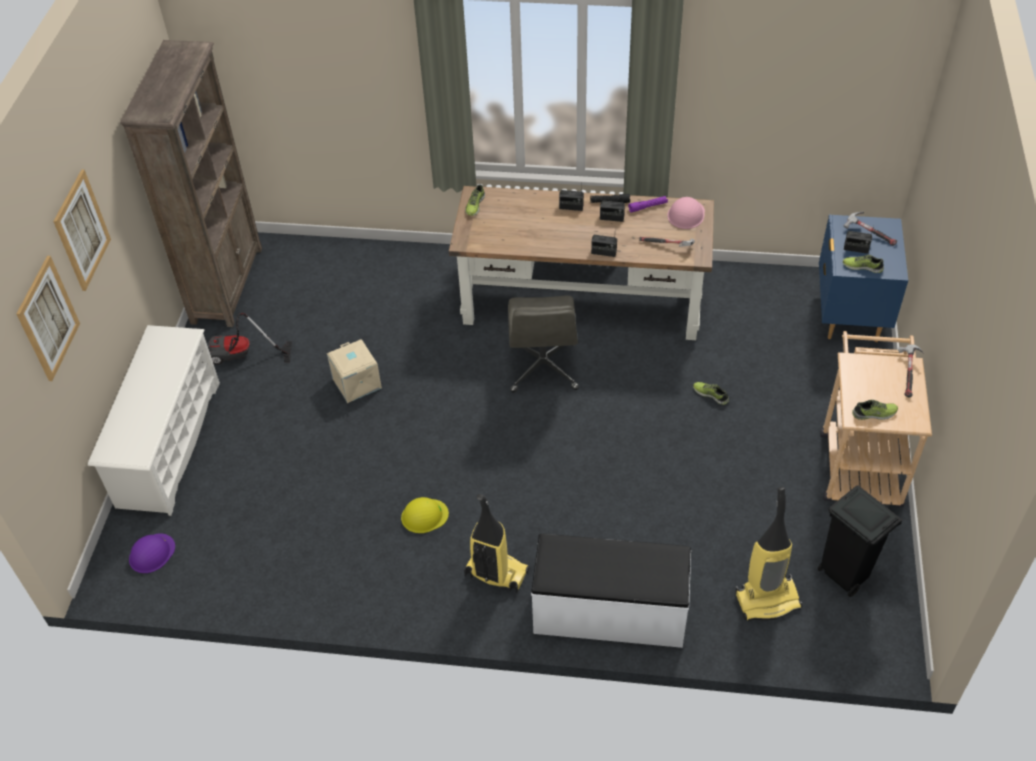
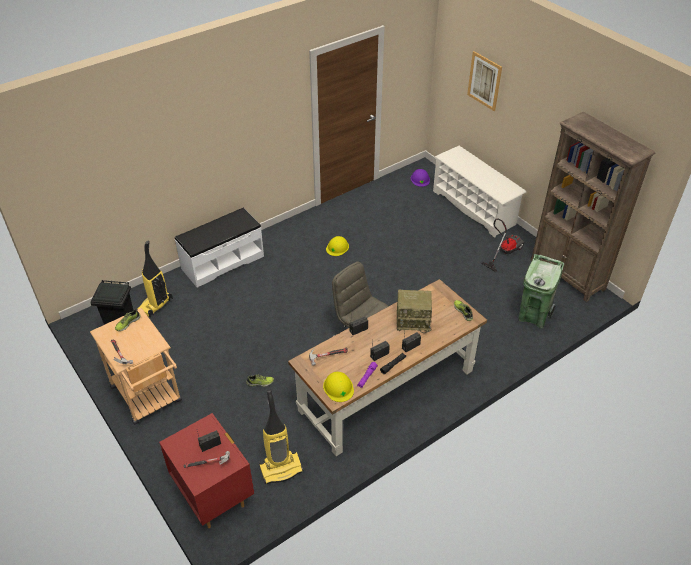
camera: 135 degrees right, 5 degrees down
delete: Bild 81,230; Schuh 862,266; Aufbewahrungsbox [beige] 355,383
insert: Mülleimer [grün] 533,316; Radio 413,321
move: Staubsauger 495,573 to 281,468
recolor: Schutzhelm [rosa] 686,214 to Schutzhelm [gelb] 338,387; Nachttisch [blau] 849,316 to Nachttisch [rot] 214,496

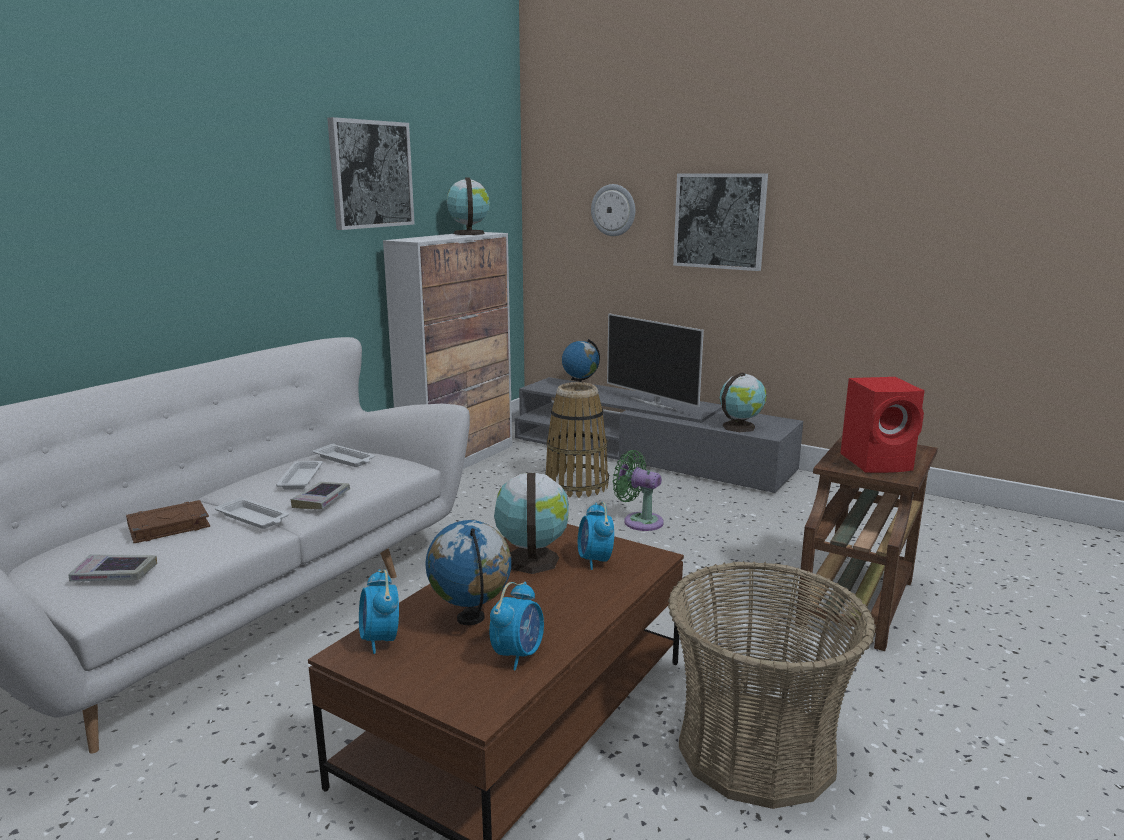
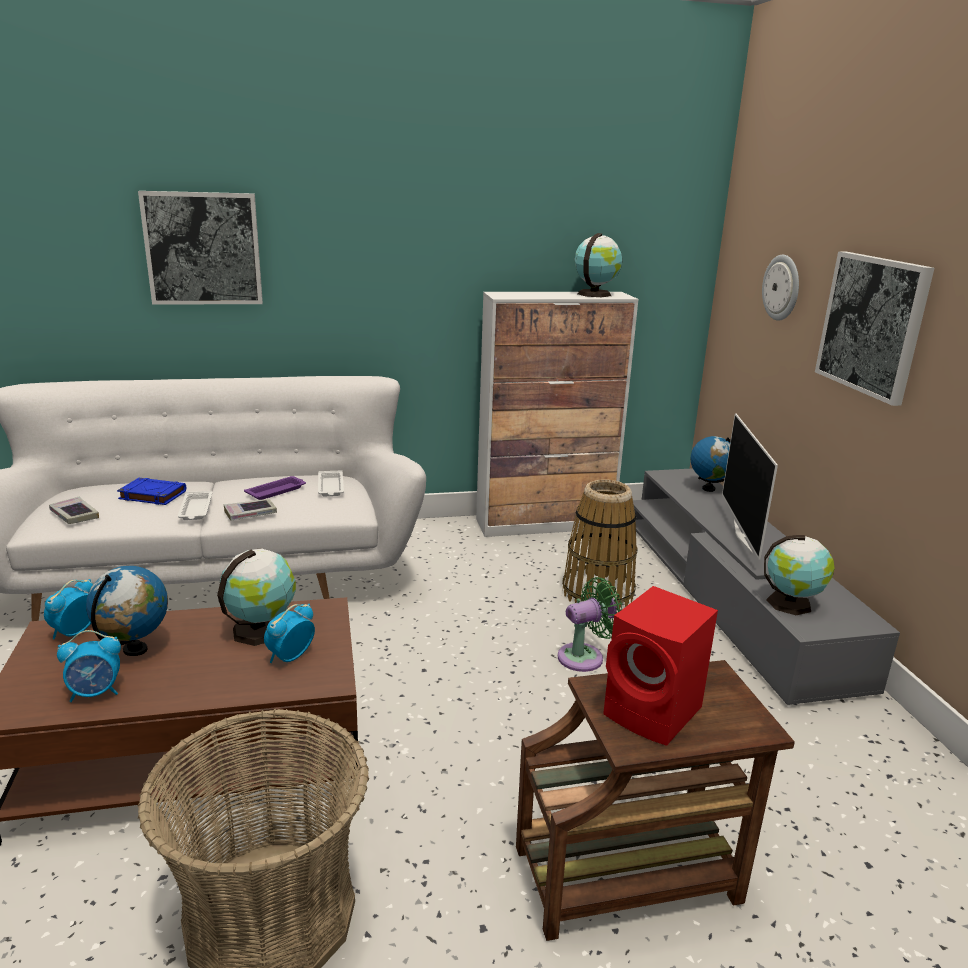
camera: 45 degrees right, 5 degrees up
move: Bild 371,174 to 203,248
recolor: Tablett [weiß] 301,478 to Tablett [lila] 277,491; Buch [braun] 168,527 to Buch [blau] 152,495
rotate: Ventilator [grün] 639,521 = 585,656 75 degrees clockwise

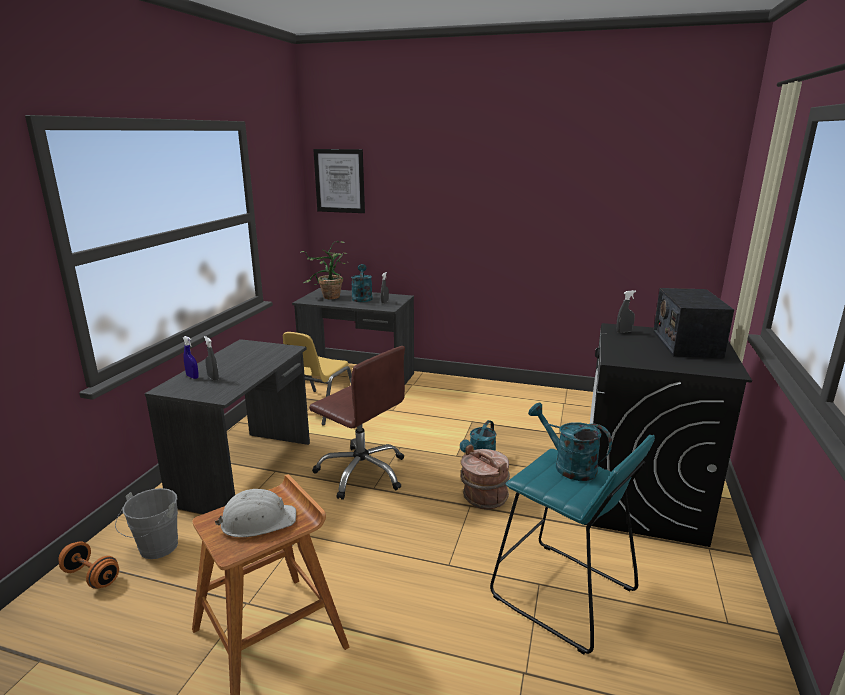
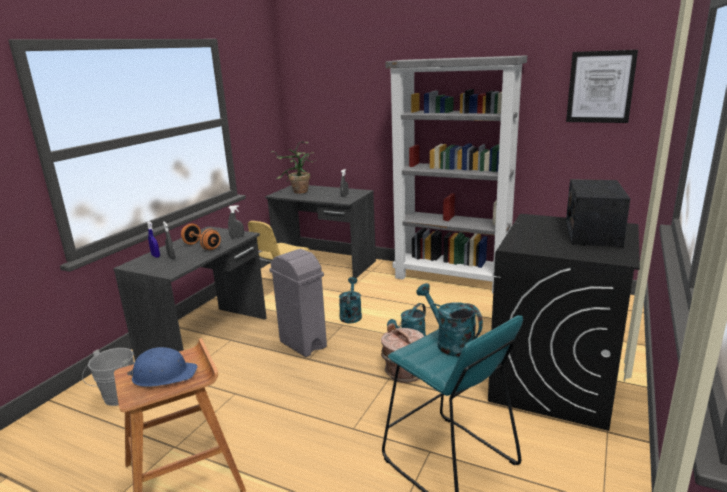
camera: 10 degrees right, 0 degrees up
insert: Bücherregal [grau] 452,278
move: Bild 339,181 to 600,87; Gießkanne [türkis] 362,297 to 351,315; Sprühflasche [grau] 624,332 to 237,237; Hantel [orange] 91,576 to 202,246
replace: Bürostuhl [braun] 362,472 to Mülleimer [grau] 303,344
recolor: Schutzhelm [weiß] 258,521 to Schutzhelm [blau] 164,374

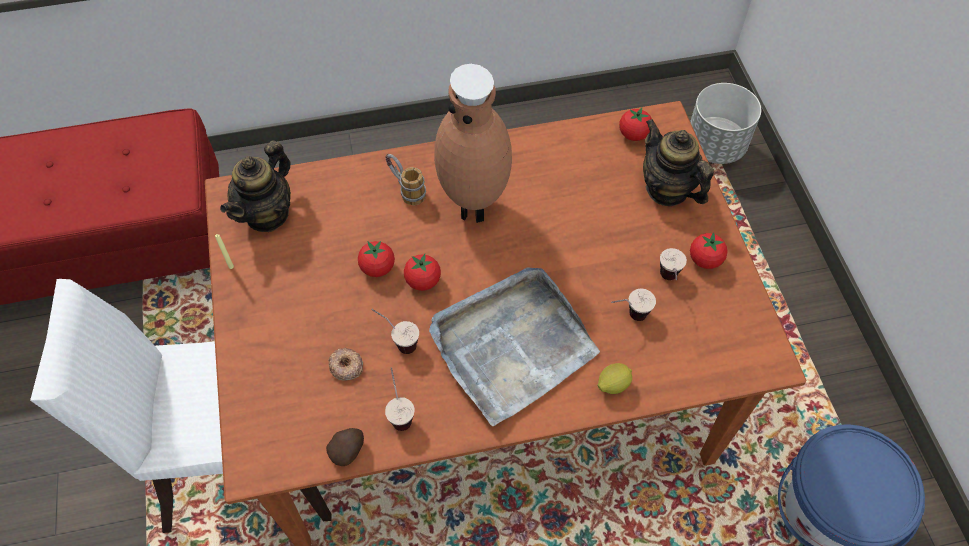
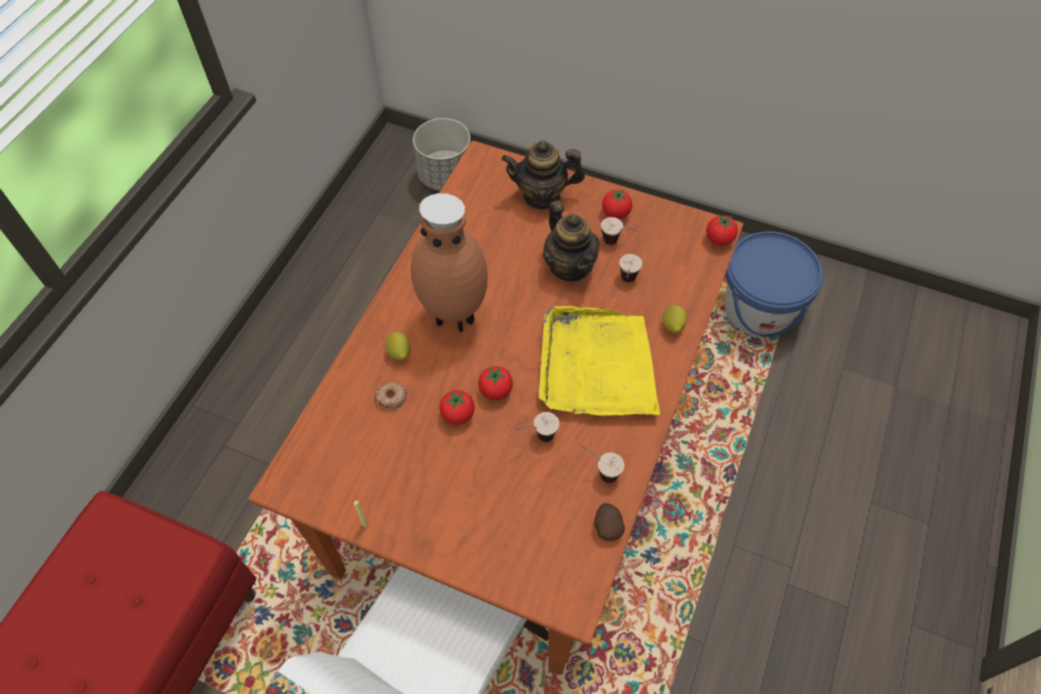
camera: 55 degrees left, 0 degrees up
move: Tomate 633,134 to 719,239; Teekanne 267,214 to 570,266; Donut 346,366 to 391,397
replace: Henkelbecher 405,190 to Zitrone 399,353
recolor: Tablett [grau] 512,345 to Tablett [gelb] 596,366

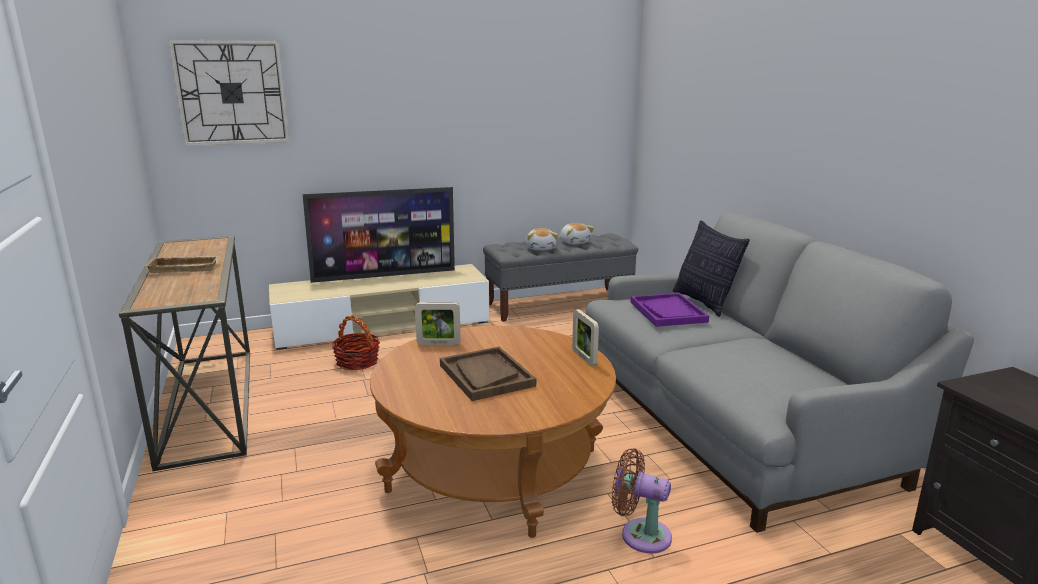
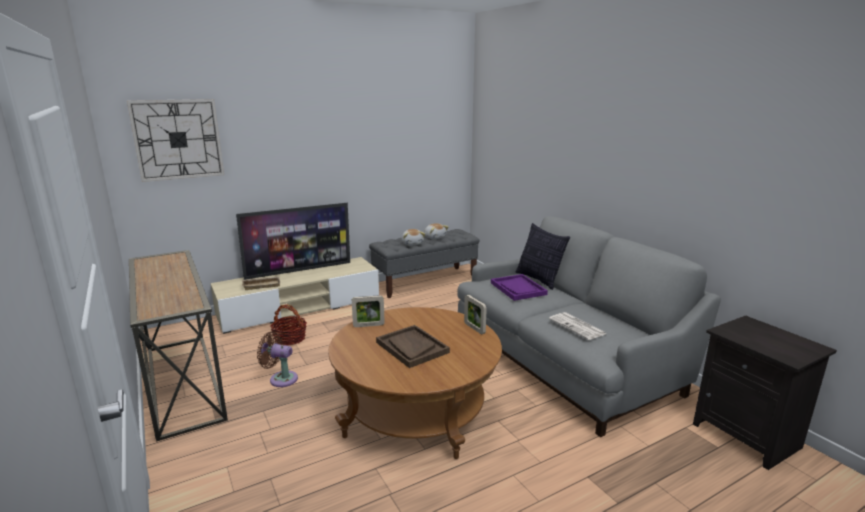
camera: 10 degrees left, 0 degrees up
insert: Zeitung 578,327
move: Tablett [beige] 185,268 to 262,285; Ventilator [braun] 640,534 to 281,379

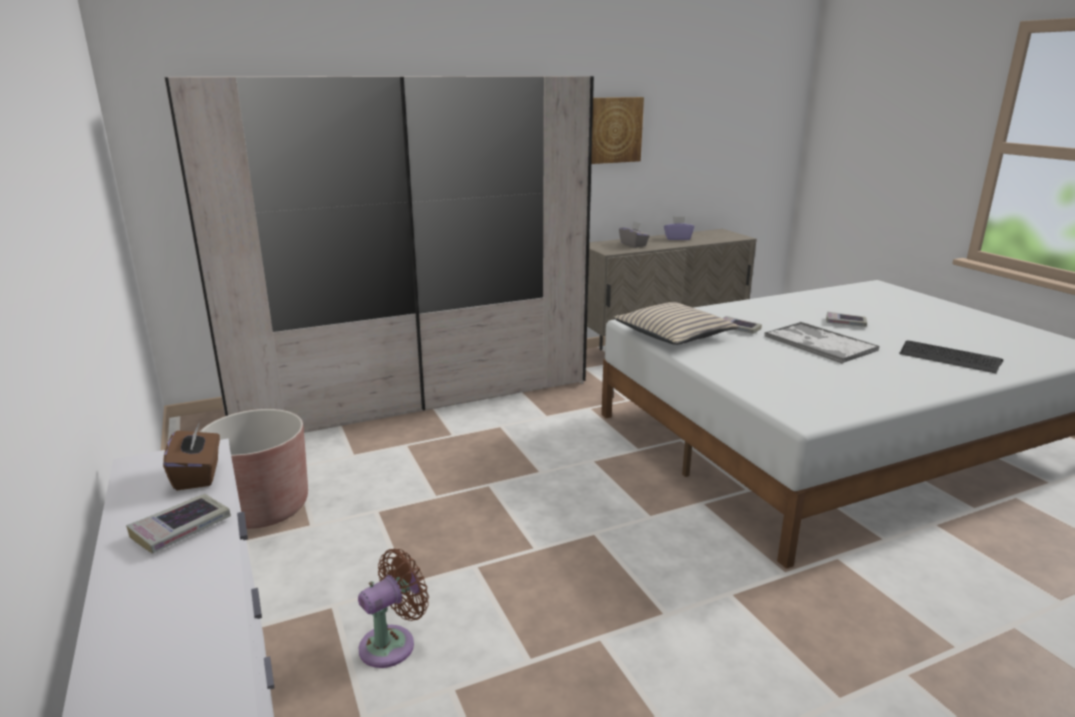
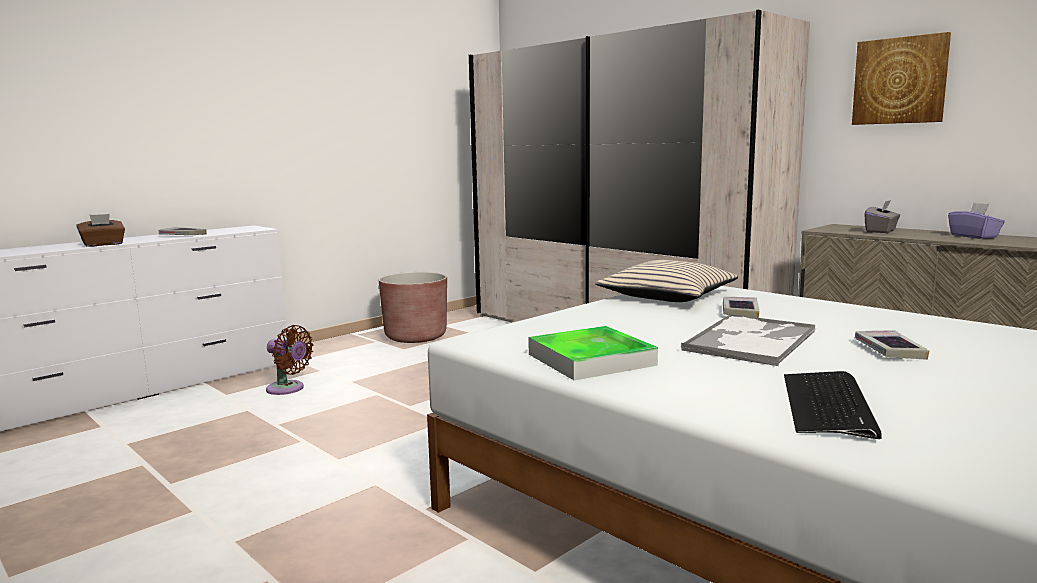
camera: 70 degrees right, 10 degrees down
insert: Tablett 591,359
move: Taschentuchbox [braun] 198,475 to 103,244

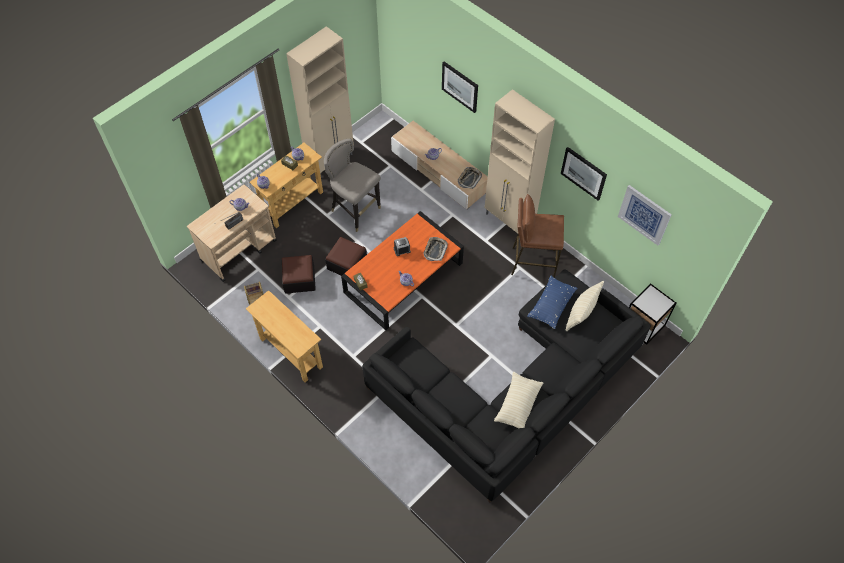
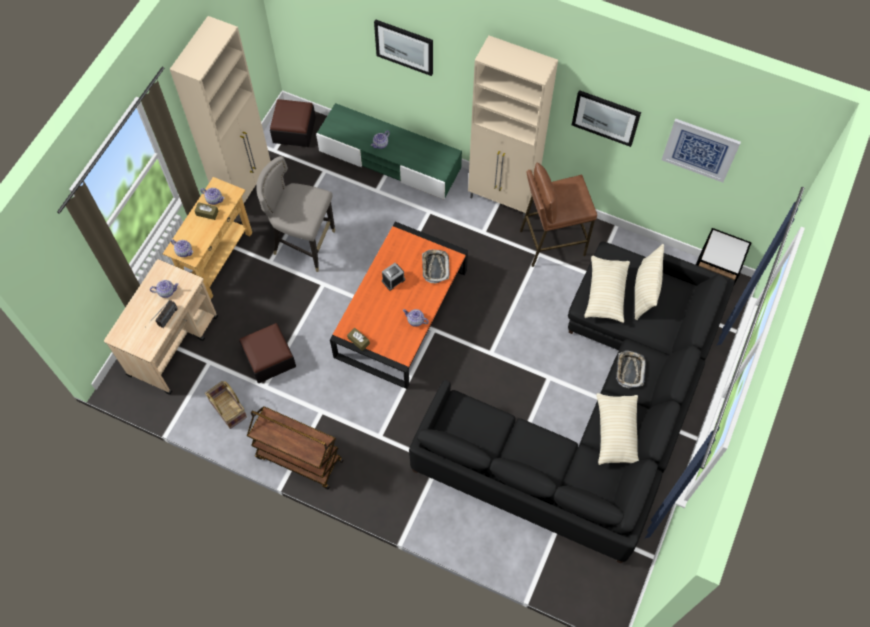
camera: 20 degrees left, 5 degrees up
move: Tablett 469,179 to 630,370; Polsterhocker 347,263 to 294,130
replace: Konsolentisch [beige] 291,353 to Rollwagen [braun] 298,459
recolor: Fernsehschrank [beige] 439,171 to Fernsehschrank [grün] 389,160; Kissen [blau] 551,306 to Kissen [beige] 605,293

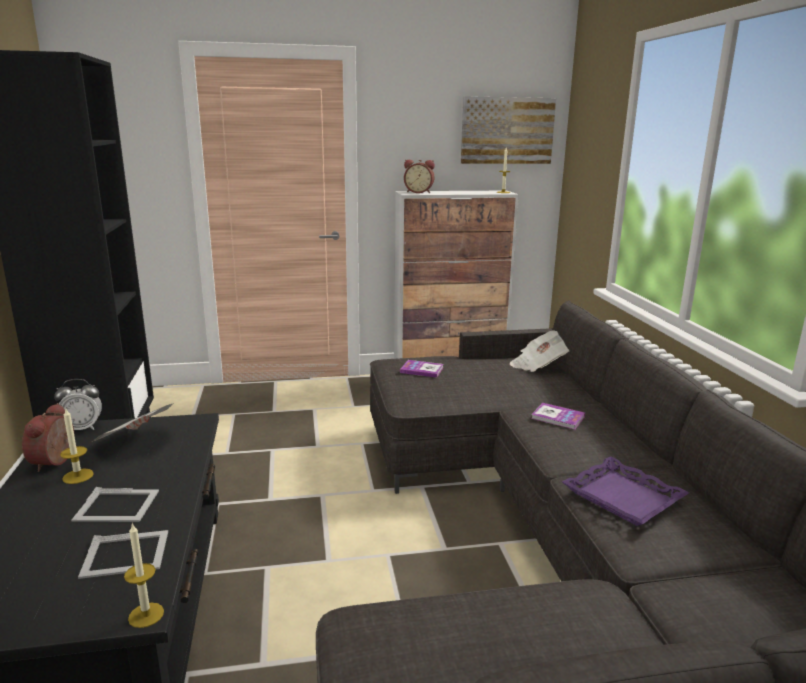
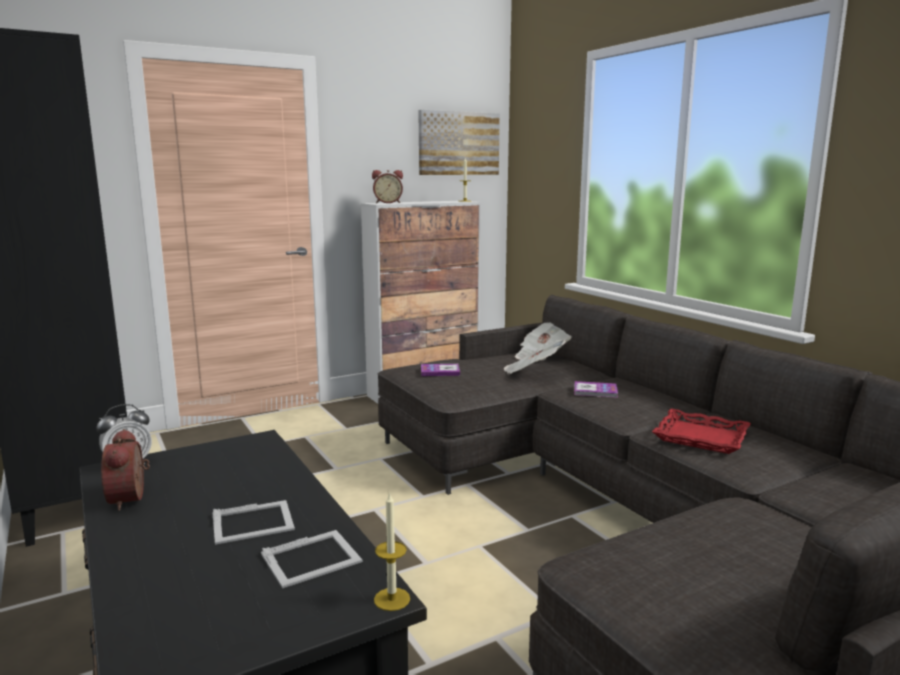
camera: 20 degrees left, 5 degrees down
delete: Kerze 78,476
move: Zeitung 135,442 to 532,373
recolor: Tablett [lila] 622,497 to Tablett [rot] 700,437

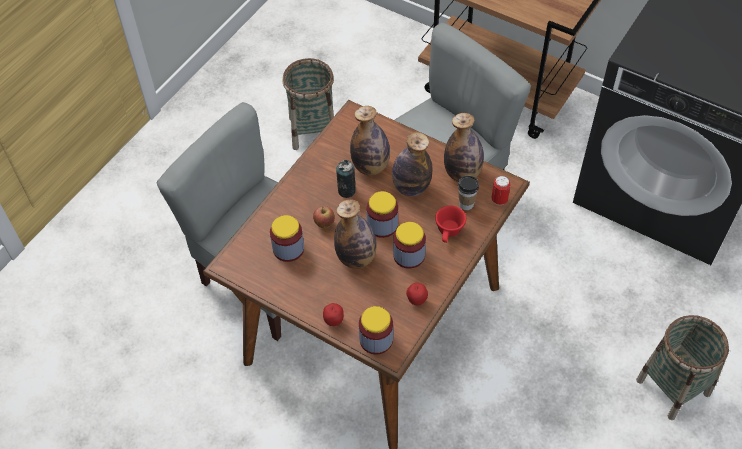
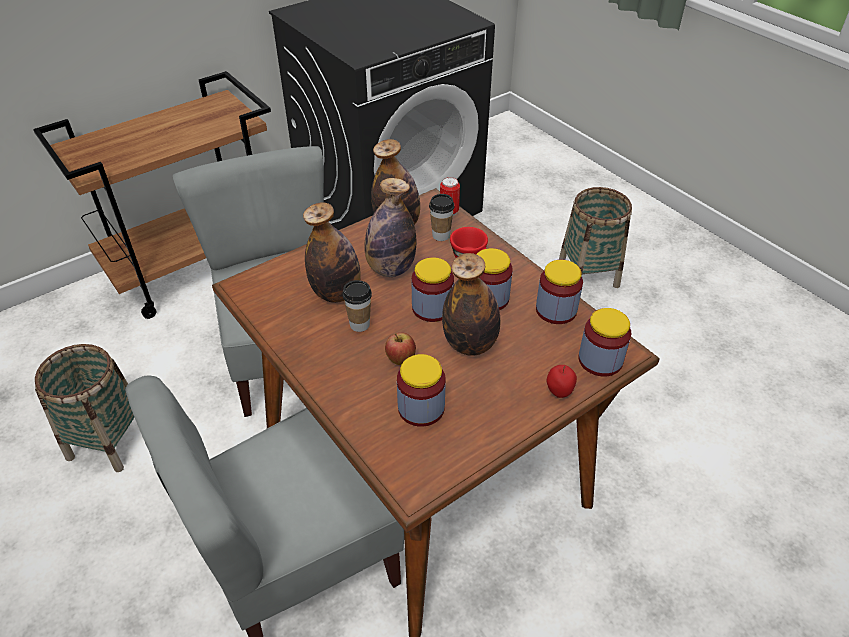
camera: 70 degrees left, 10 degrees down
replace: Dose 346,191 to Tasse 359,324; Apfel 416,300 to Vorratsglas 556,310

